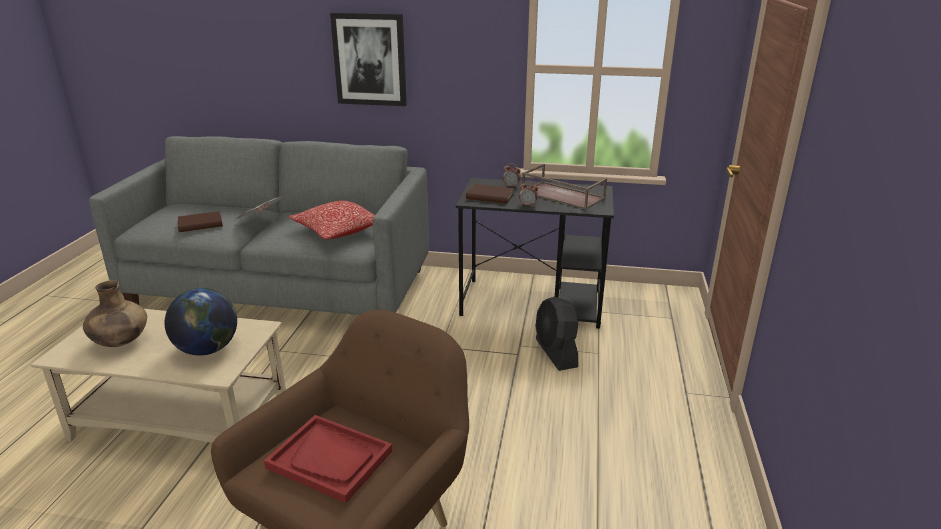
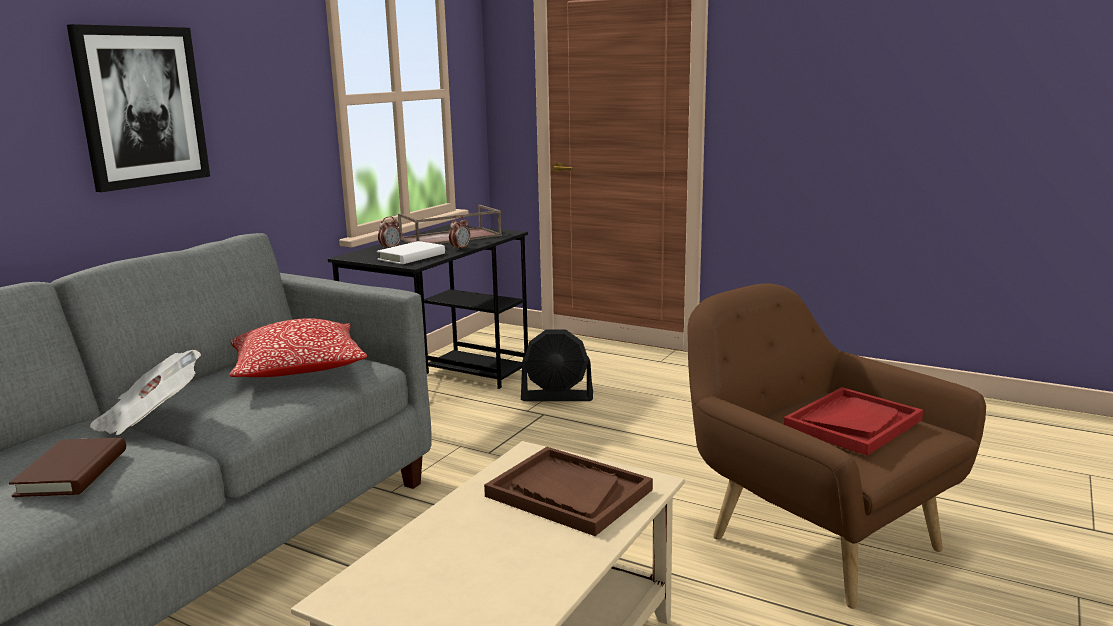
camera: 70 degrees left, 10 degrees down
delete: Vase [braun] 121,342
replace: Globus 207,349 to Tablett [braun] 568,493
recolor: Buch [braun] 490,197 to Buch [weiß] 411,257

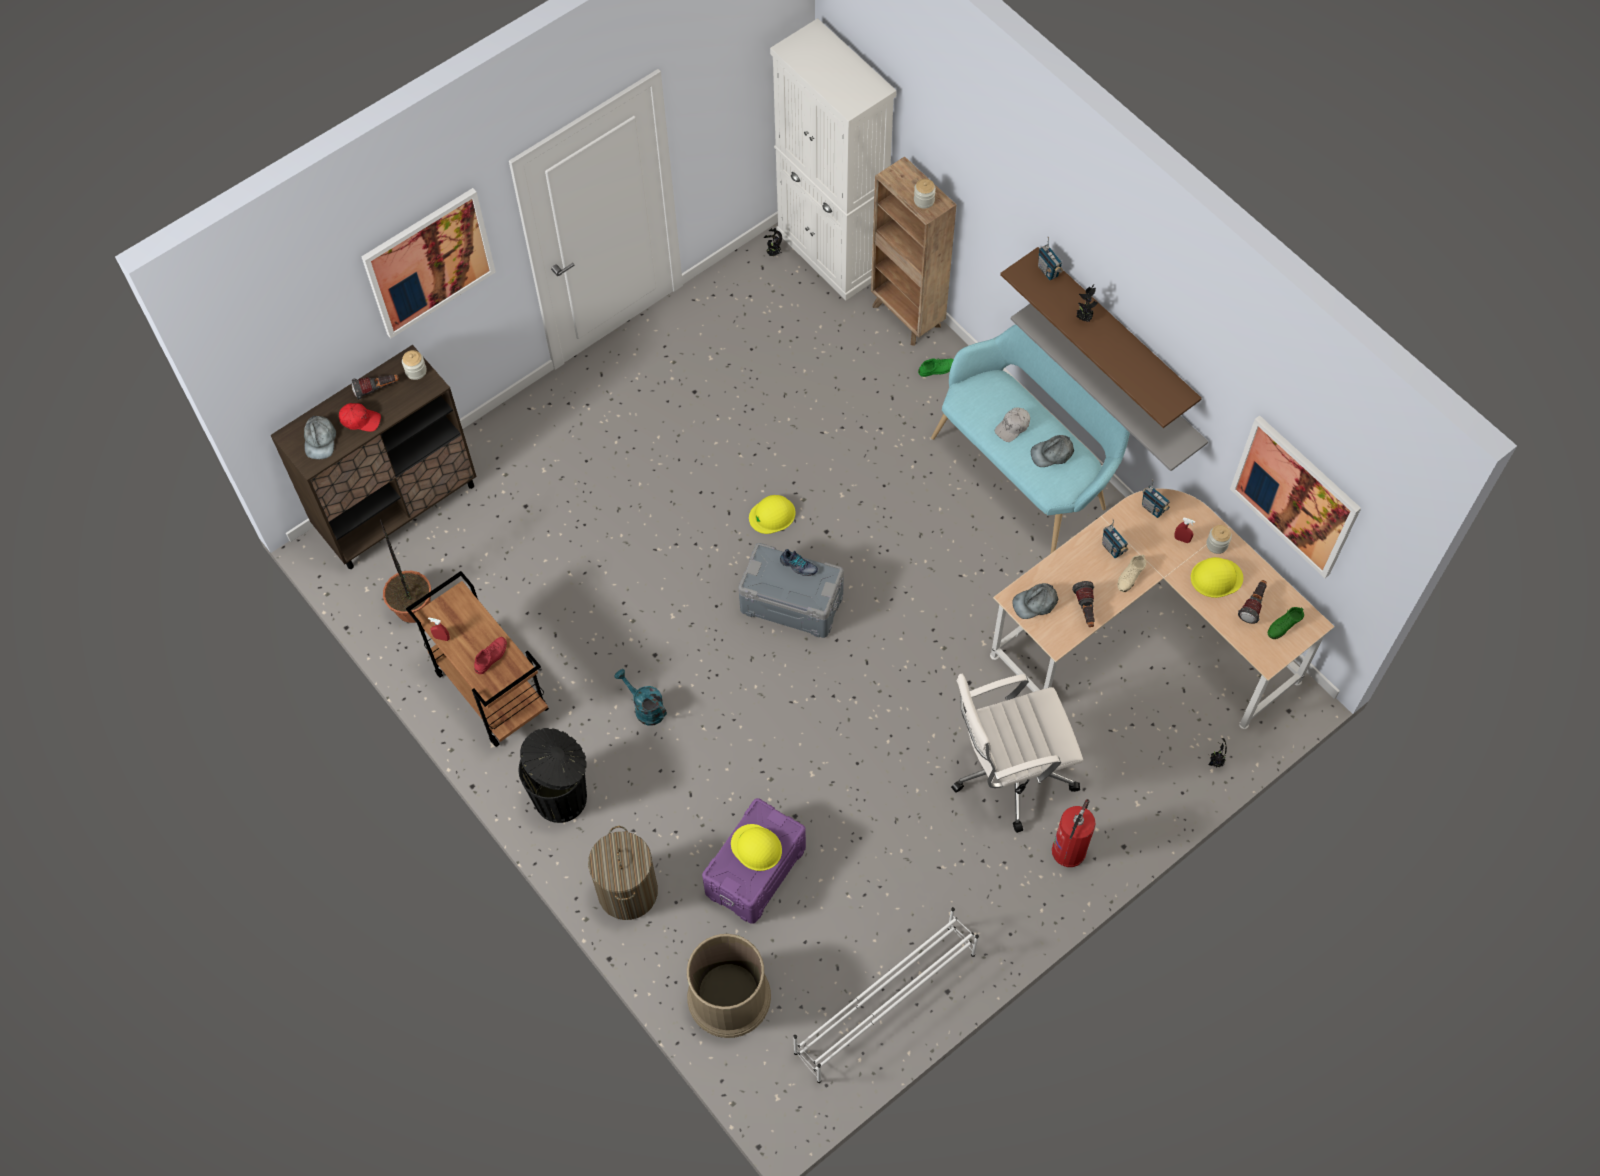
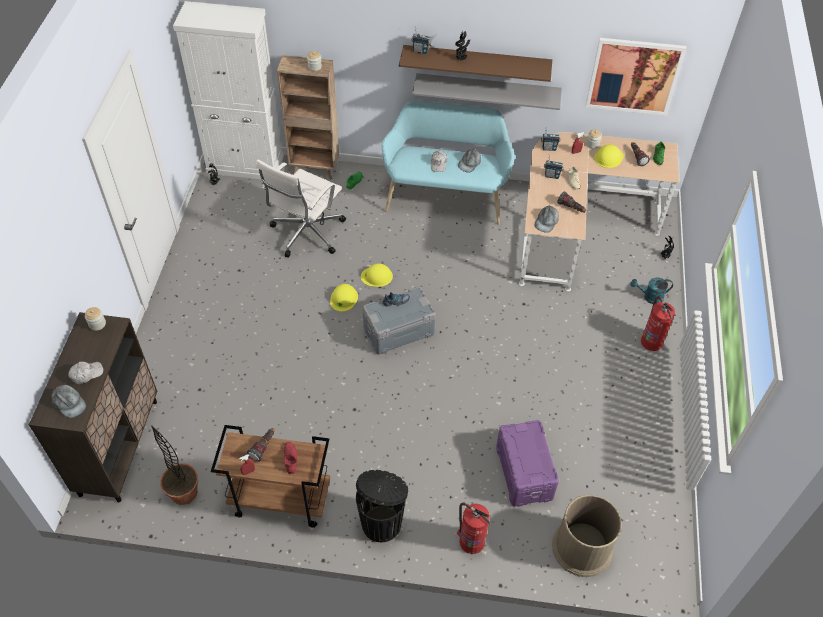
camera: 45 degrees left, 10 degrees down
delete: Bild 429,262; Schuhregal [weiß] 884,1003
move: Taschenlampe 377,389 to 264,447; Gießkanne [türkis] 645,708 to 649,297; Bürostuhl [weiß] 1009,771 to 306,233; Schutzhelm [gelb] 756,847 to 377,276
replace: Wäschekorb 628,891 to Feuerlöscher 471,541
recolor: Kappe [rot] 360,420 to Kappe [weiß] 86,374

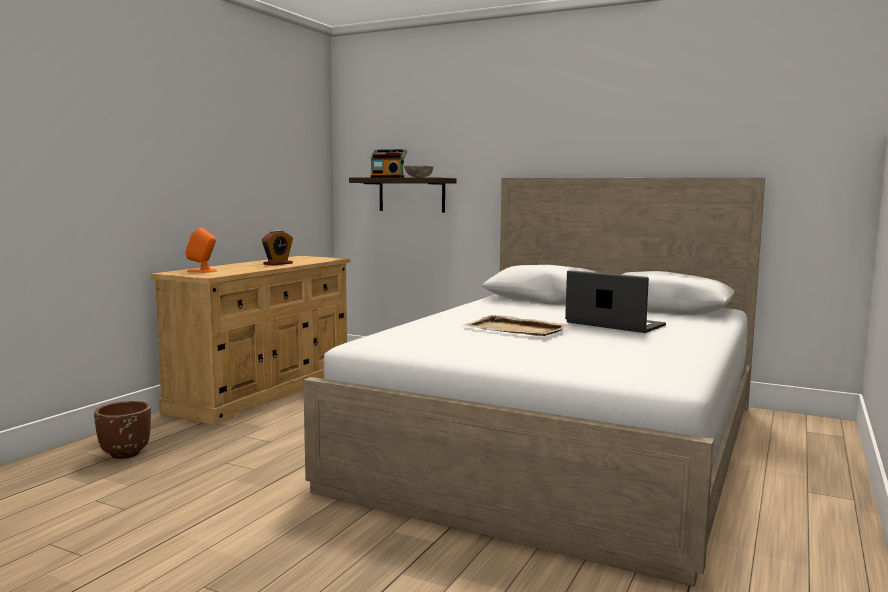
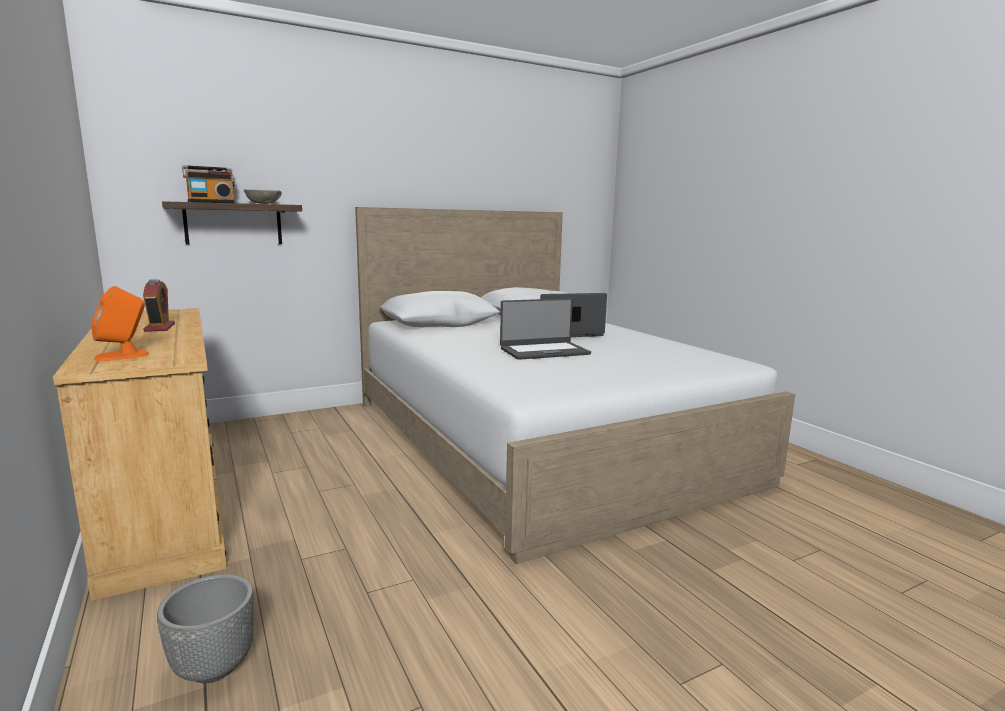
camera: 55 degrees left, 5 degrees up
replace: Tablett [beige] 517,329 to Laptop 544,351
recolor: Pflanzkübel [braun] 125,454 to Pflanzkübel [grau] 213,667

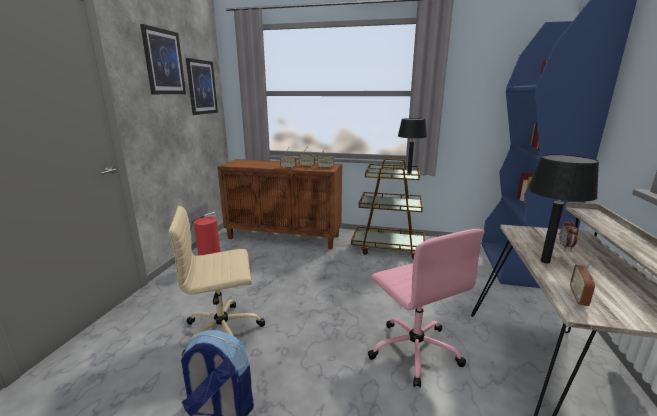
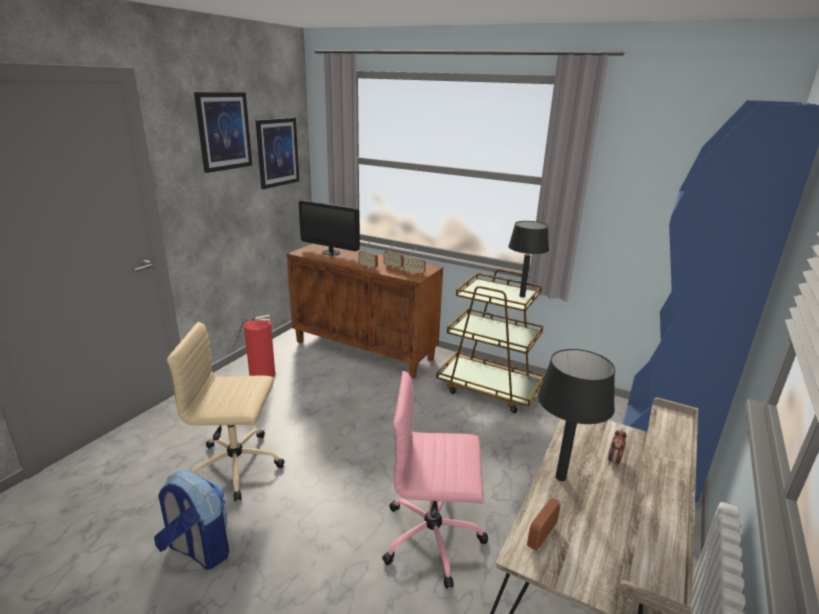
camera: 15 degrees right, 5 degrees up
insert: Monitor 331,252
rotate: Bürostuhl [rosa] 414,350 = 434,537 105 degrees clockwise

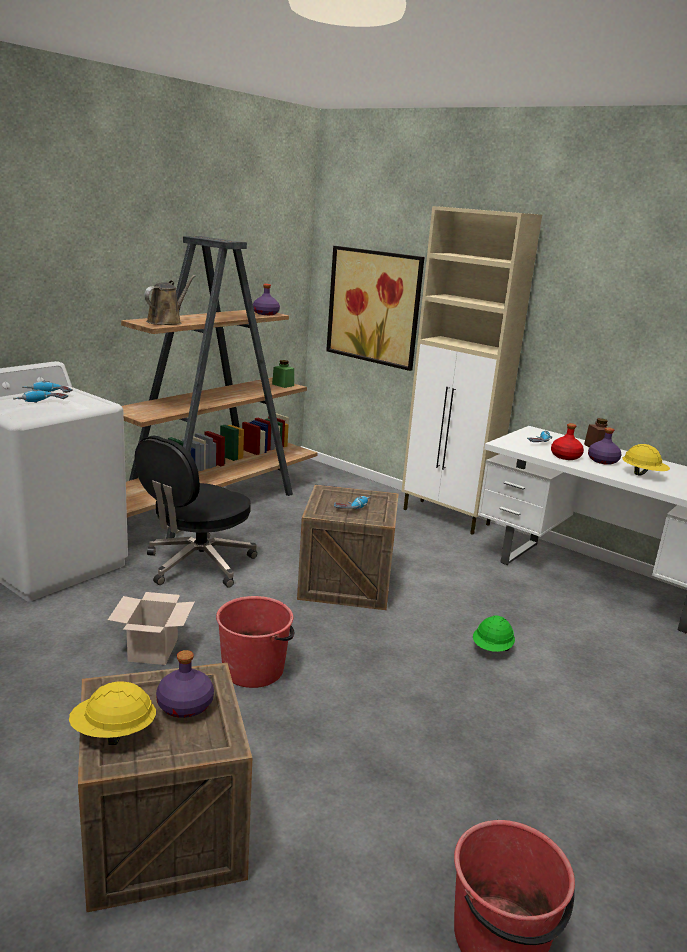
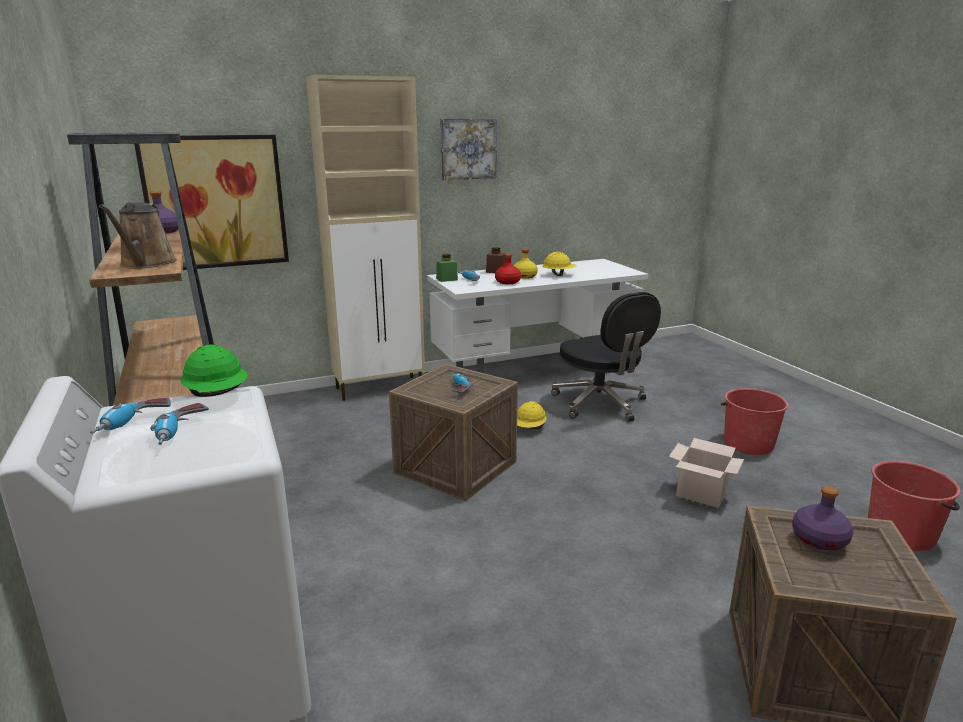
camera: 60 degrees left, 0 degrees up
insert: Bild 467,149
move: Vorratsglas [grün] 283,385 to 447,279; Bürostuhl [schwarz] 197,564 to 600,403; Karton 152,649 to 700,494; Eimer [rot] 254,669 to 748,443; Schutzhelm [grün] 492,649 to 217,395; Schutzhelm [gelb] 113,733 to 529,428
recolor: Flasche [lila] 602,461 to Flasche [gelb] 524,276
rotate: Gießkanne [braun] 166,322 = 146,264 150 degrees counterclockwise

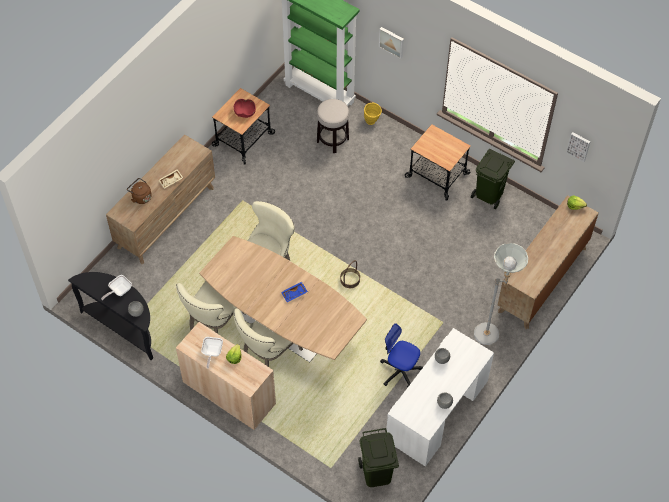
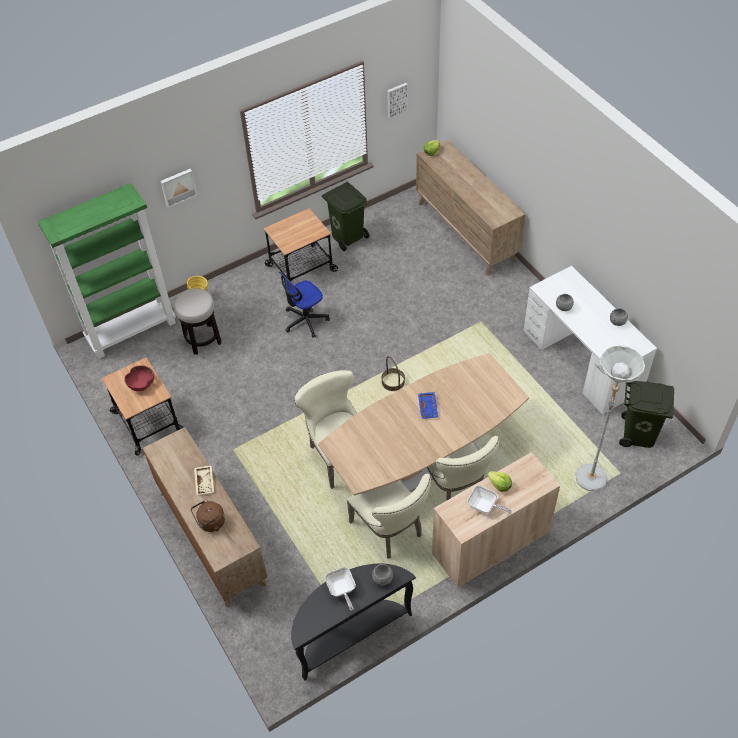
camera: 65 degrees left, 5 degrees down
move: Stehlampe [grau] 492,334 to 592,472; Bürostuhl 400,371 to 305,320

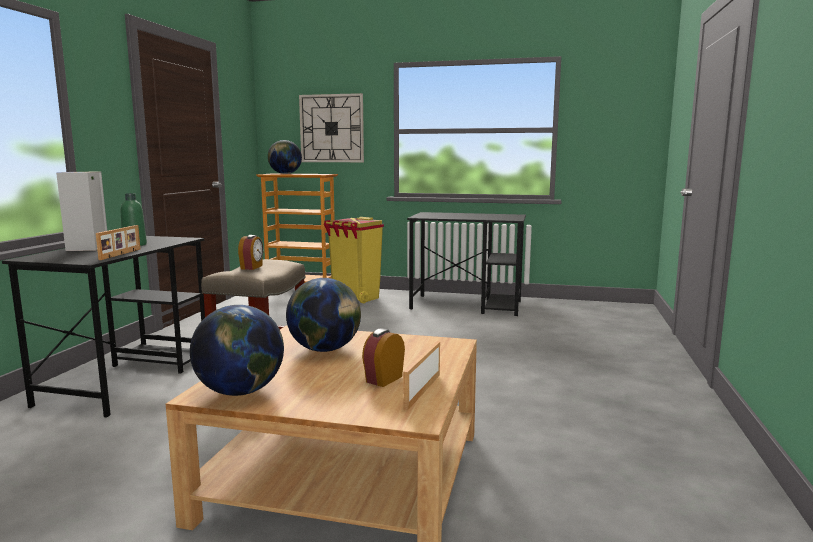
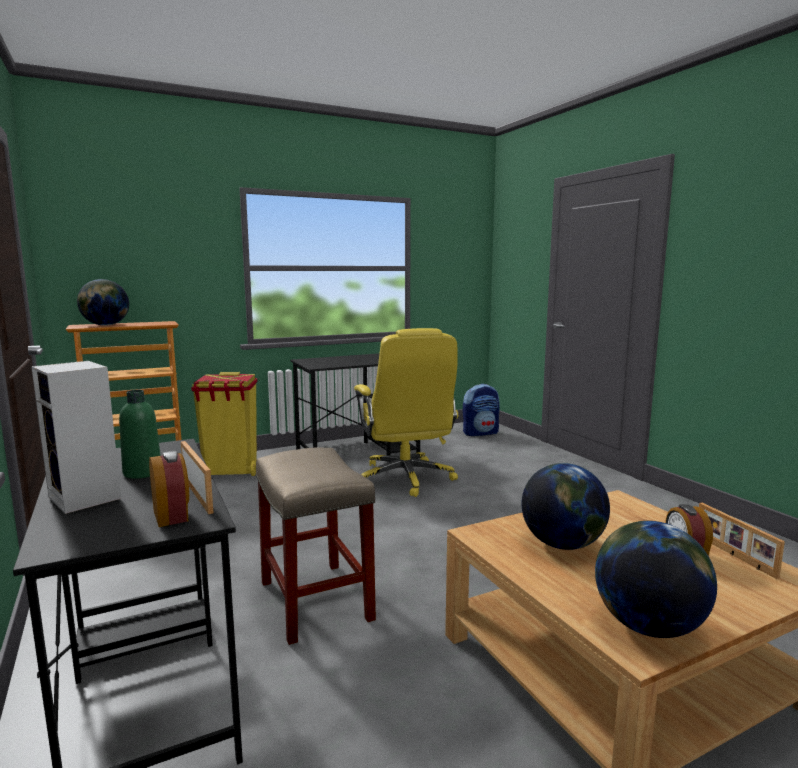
camera: 40 degrees left, 0 degrees up
delete: Wanduhr 332,128
insert: Bürostuhl [gelb] 405,478; Rucksack 480,433
move: Wecker 252,267 to 172,516

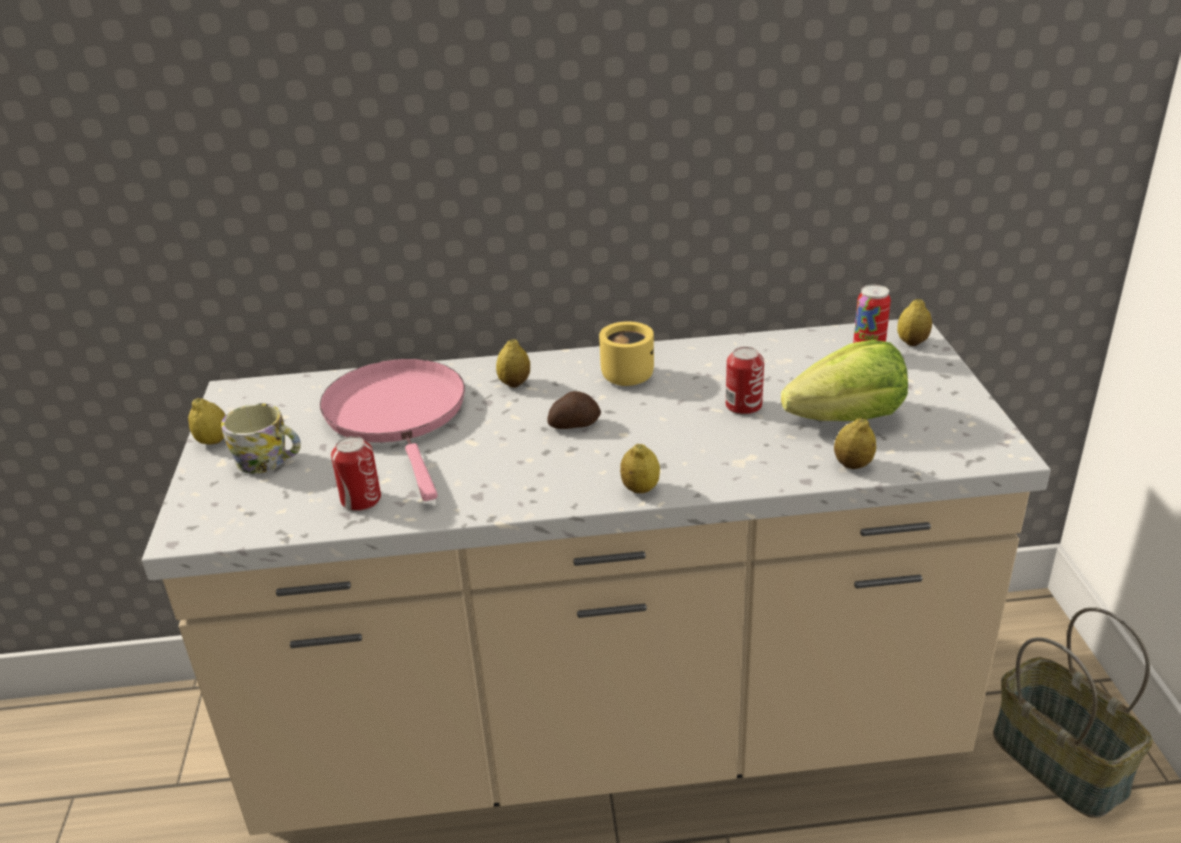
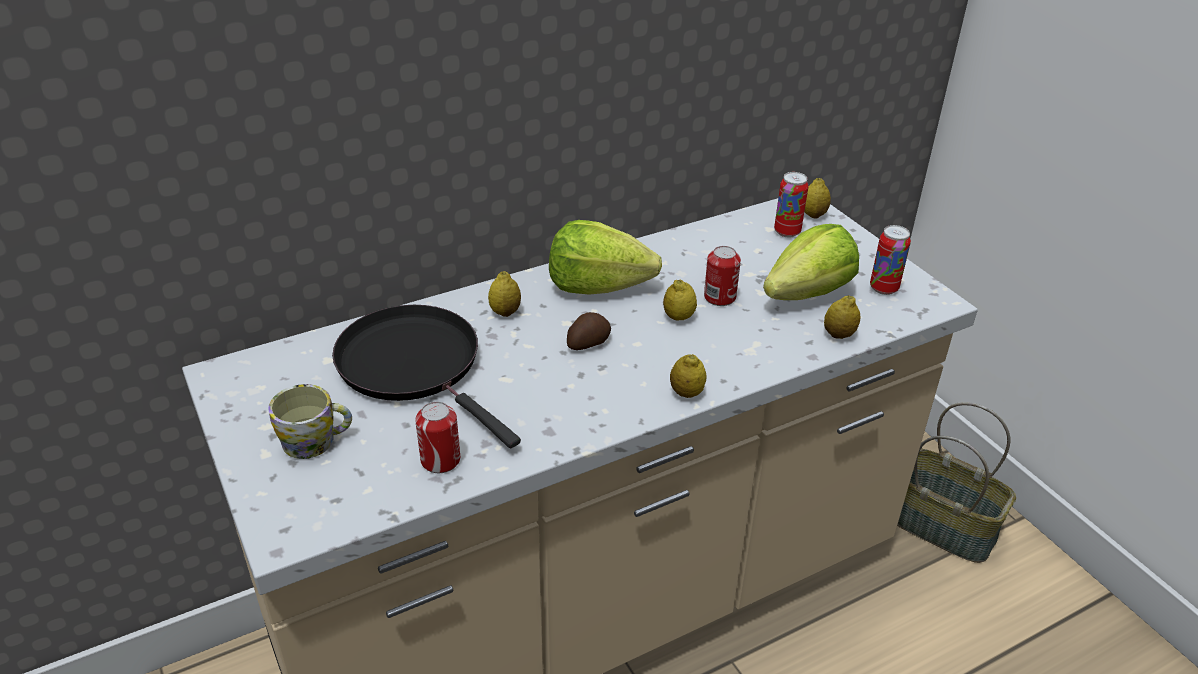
camera: 25 degrees left, 5 degrees up
insert: Dose 883,288
move: Zitrone 213,441 to 678,317
replace: Henkelbecher [gelb] 622,375 to Salatkopf 598,286
recolor: Pfanne [rosa] 398,415 to Pfanne [schwarz] 415,366

